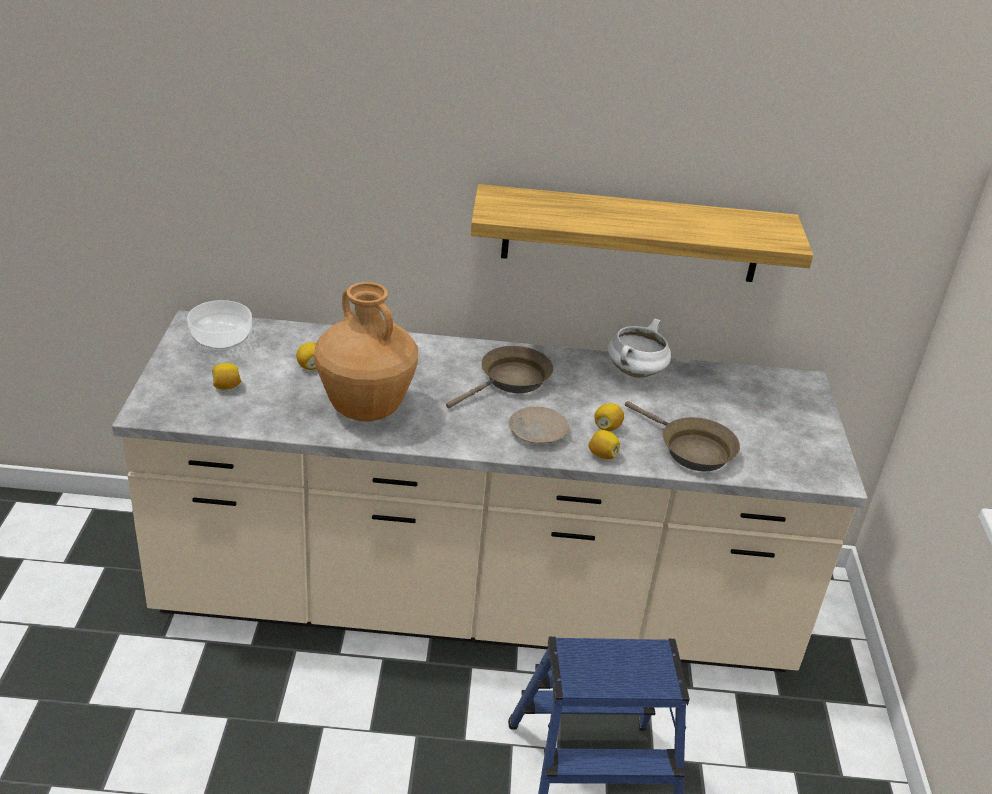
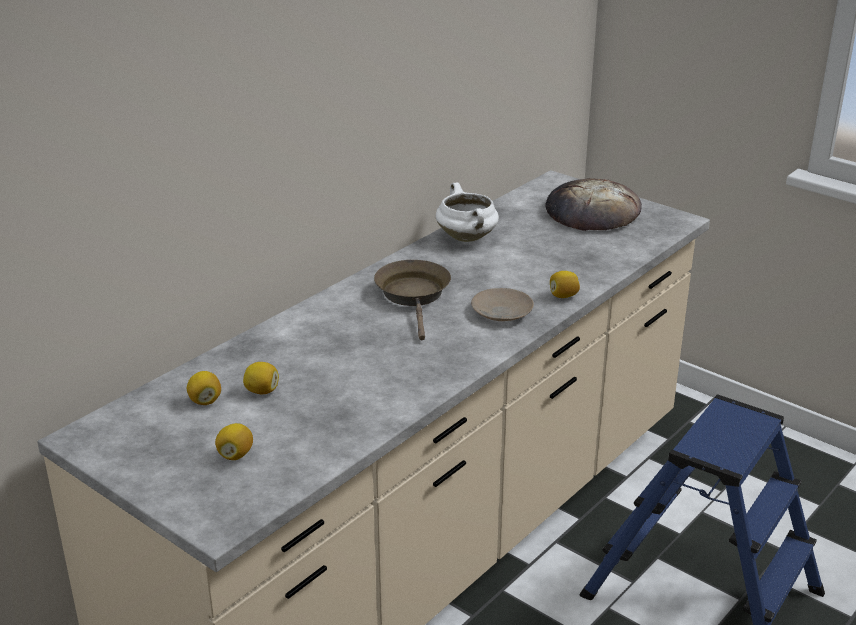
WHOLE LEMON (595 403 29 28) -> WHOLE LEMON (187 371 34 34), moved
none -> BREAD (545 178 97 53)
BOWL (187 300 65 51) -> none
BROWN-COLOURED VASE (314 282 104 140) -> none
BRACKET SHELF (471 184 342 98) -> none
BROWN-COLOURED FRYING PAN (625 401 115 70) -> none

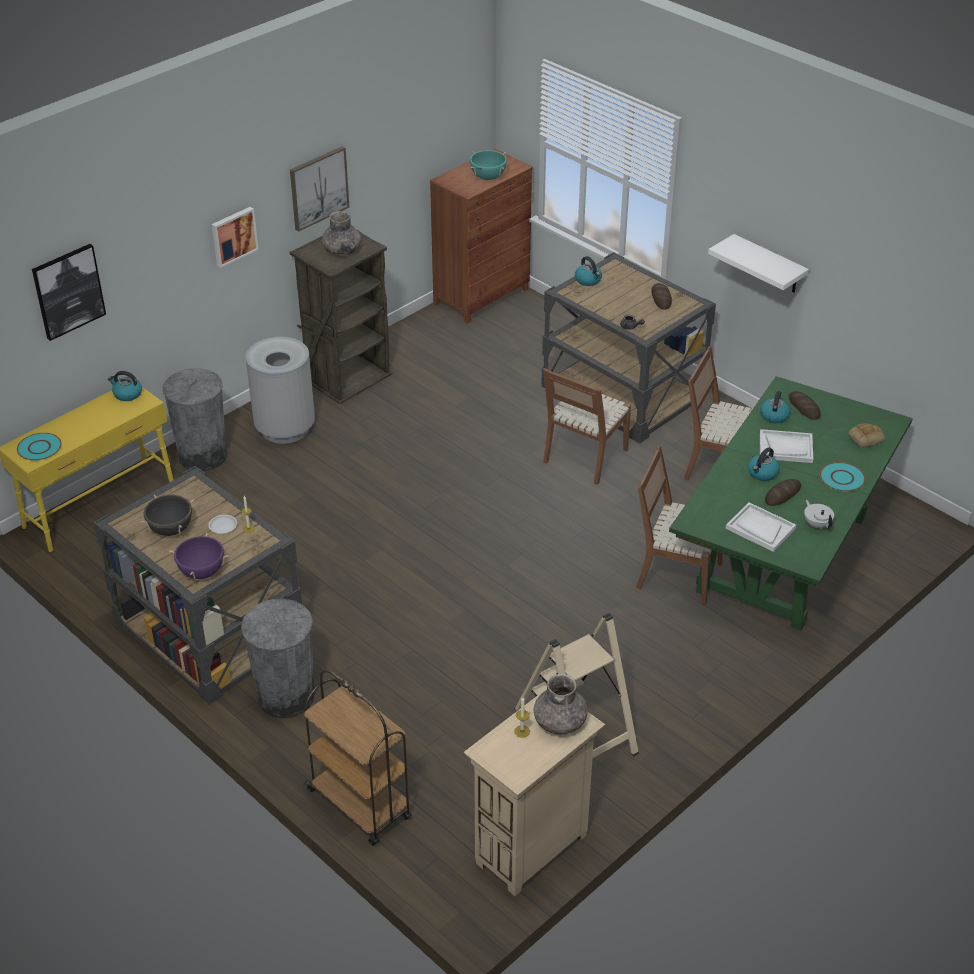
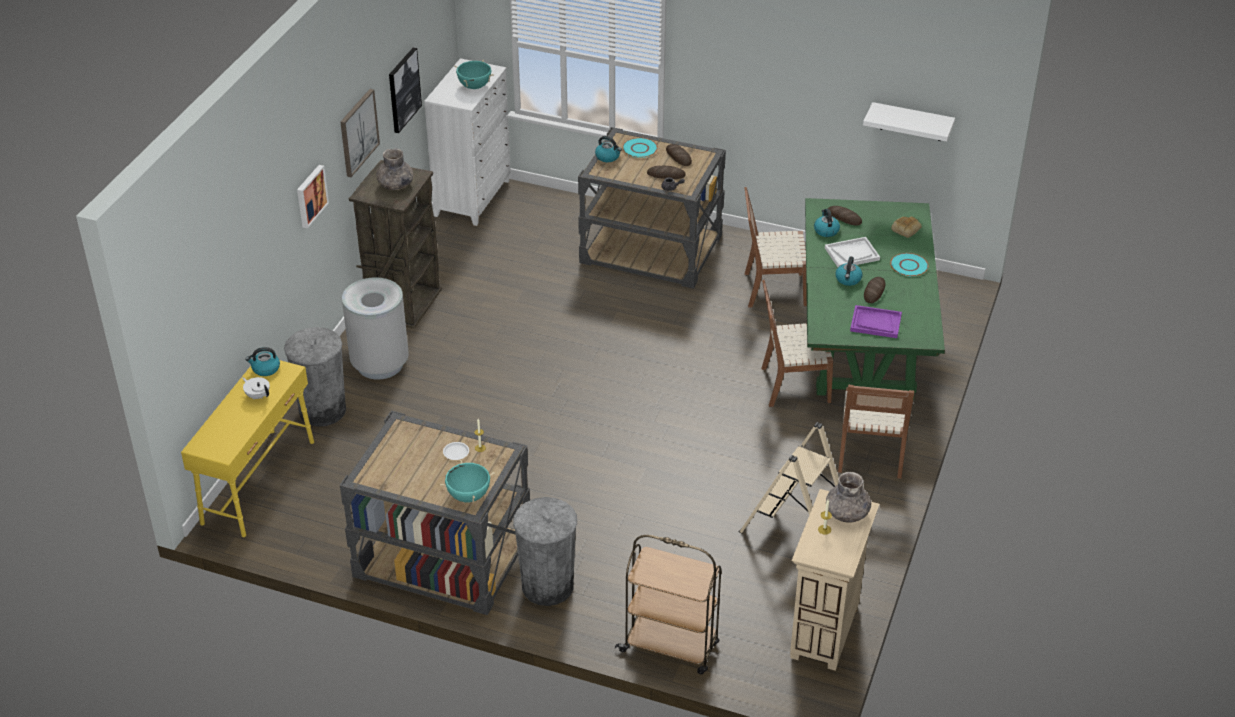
WHITE POT FOR TEA (804 500 30 29) -> WHITE POT FOR TEA (242 377 28 22), moved
PICTURE (32 244 74 97) -> PICTURE (389 48 33 85), moved
BROWN-COLOURED DRAWER CHEST (430 149 103 175) -> WHITE DRAWER CHEST (424 58 87 168)
PURPLISH STOCKPOT (169 533 60 46) -> TURQUOISE STOCKPOT (440 460 55 42)
TURQUOISE DINNER PLATE (17 433 45 28) -> TURQUOISE DINNER PLATE (622 138 36 20), moved
none -> BREAD (647 166 39 13)
PLAIN CHAIR (543 368 88 117) -> PLAIN CHAIR (838 385 76 94), moved
WHITE TRAY (726 502 70 50) -> PURPLISH TRAY (850 305 52 33)
WHITE BRACKET SHELF (708 234 101 59) -> WHITE BRACKET SHELF (863 102 92 40), moved
BLACKISH STOCKPOT (141 495 54 41) -> none

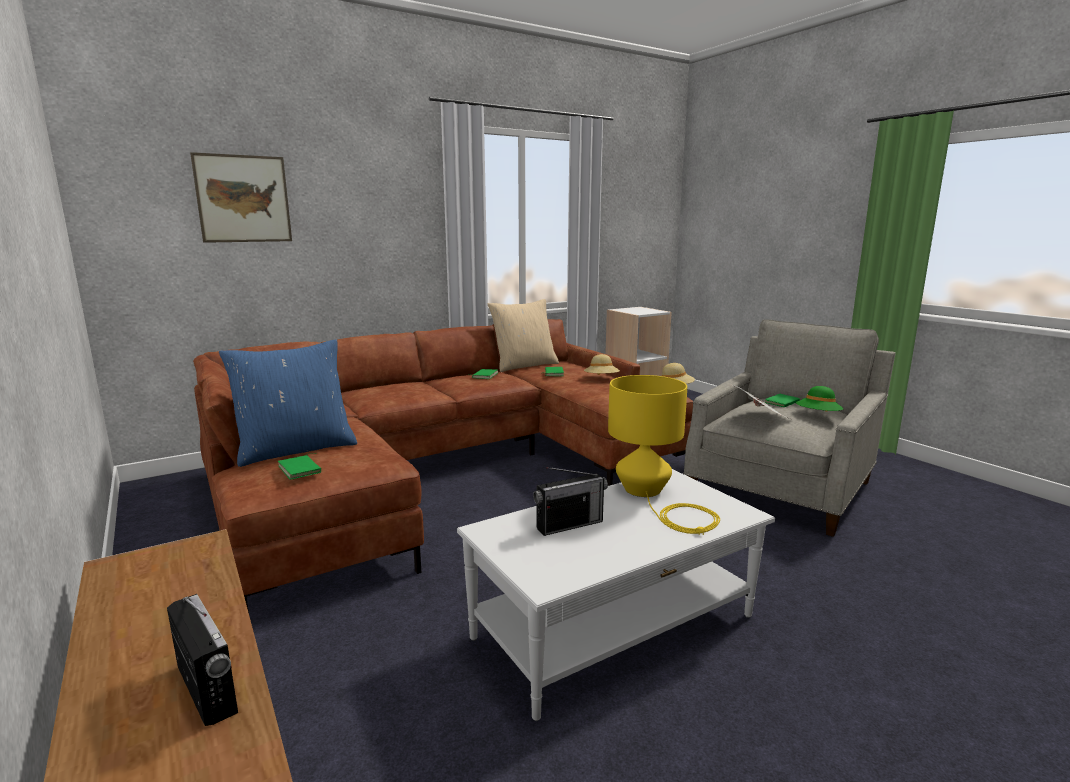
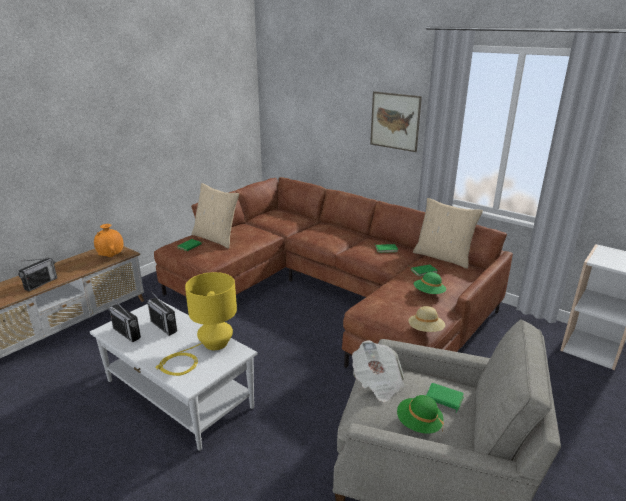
none -> ORANGEY VASE (94 224 30 33)
none -> RADIO RECEIVER (109 297 32 45)
BLUISH THROW PILLOW (219 339 138 128) -> BEIGE-COLOURED THROW PILLOW (192 183 47 66)
PICTURE (190 152 102 91) -> PICTURE (370 91 52 61), moved
BEIGE-COLOURED CLOTHING HAT (584 354 36 21) -> GREEN-COLOURED CLOTHING HAT (414 272 32 22)

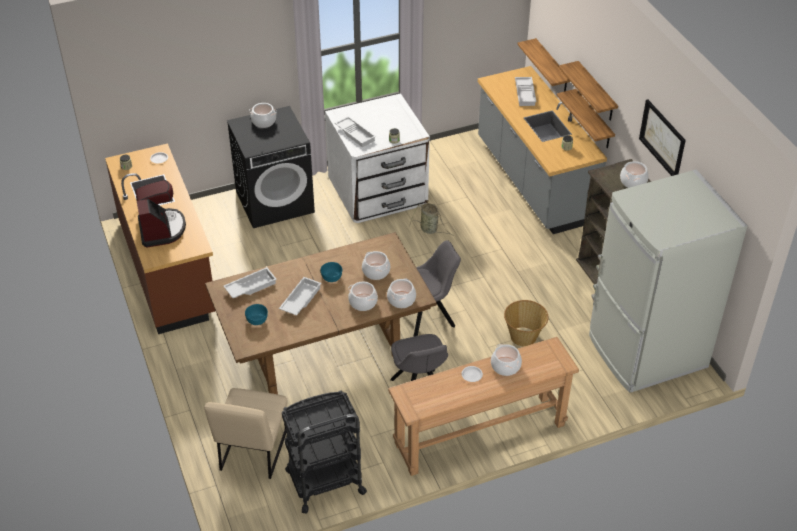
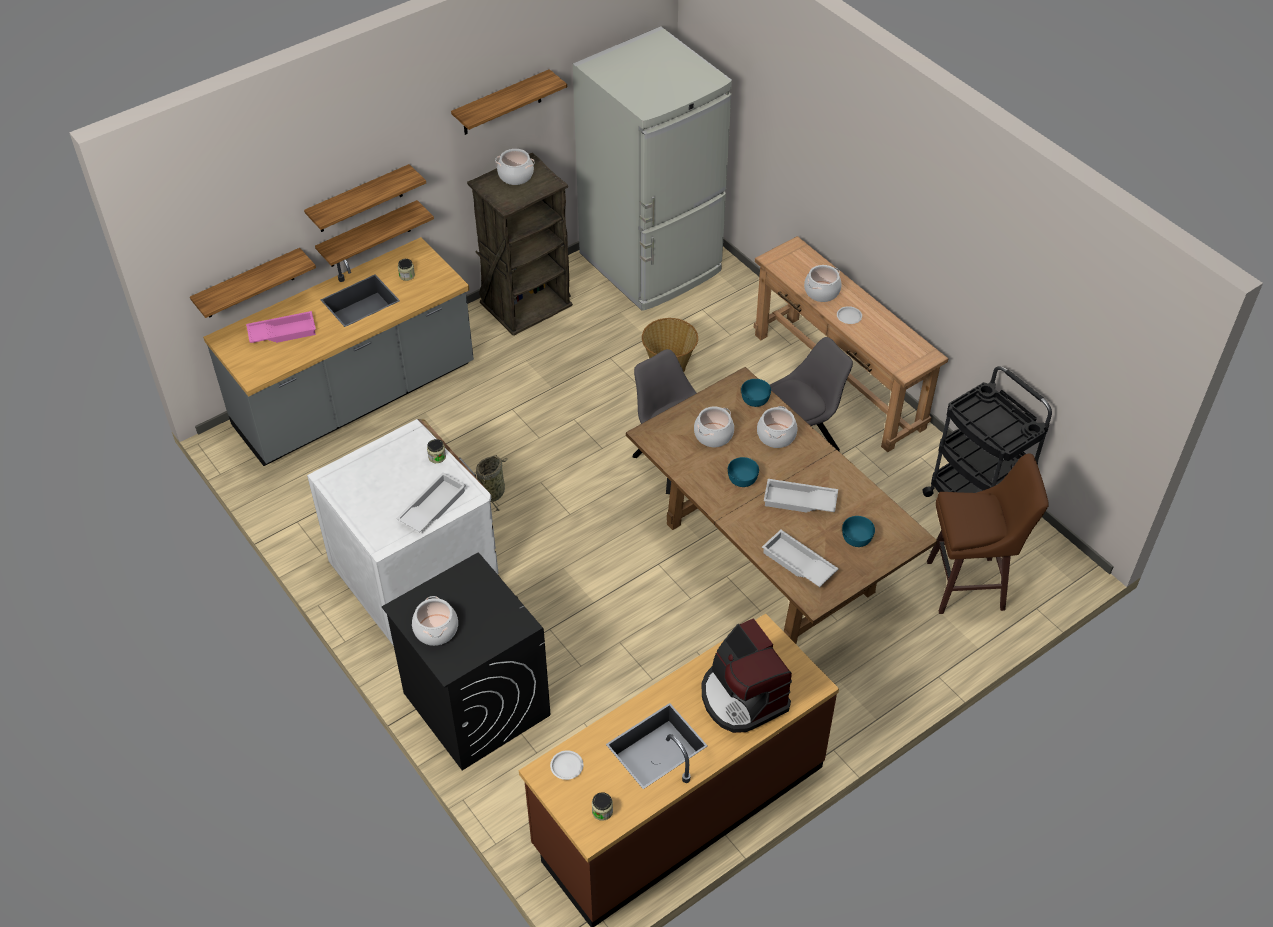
WHITE TRAY (515 77 22 29) -> PINK TRAY (246 311 70 32)
PICTURE (639 99 47 77) -> BRACKET SHELF (451 69 116 66)
COFFEE BREWER (135 180 51 68) -> COFFEE BREWER (701 618 91 115), 90 degrees counterclockwise
STOCKPOT (387 278 29 30) -> TURQUOISE BOWL (741 379 30 28)
BEIGE-COLOURED PLAIN CHAIR (204 388 84 91) -> BROWN-COLOURED STOOL (927 453 122 161)

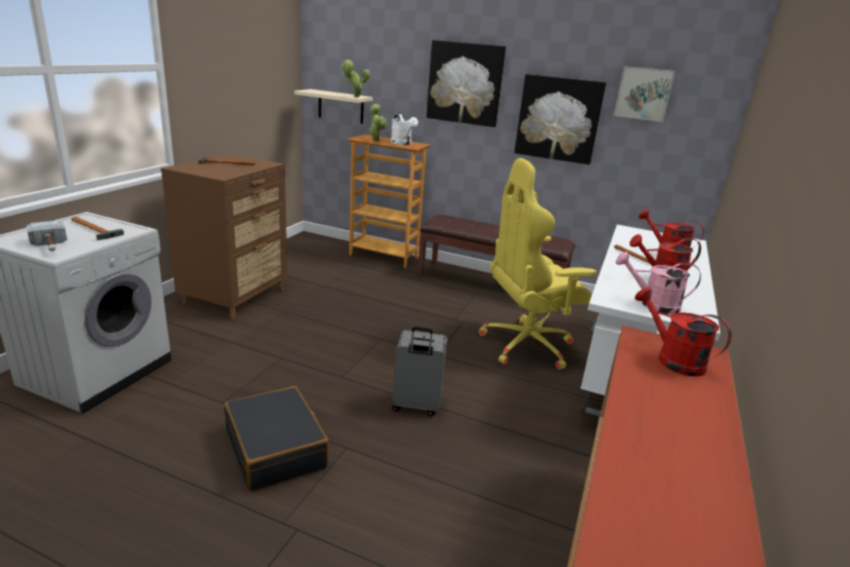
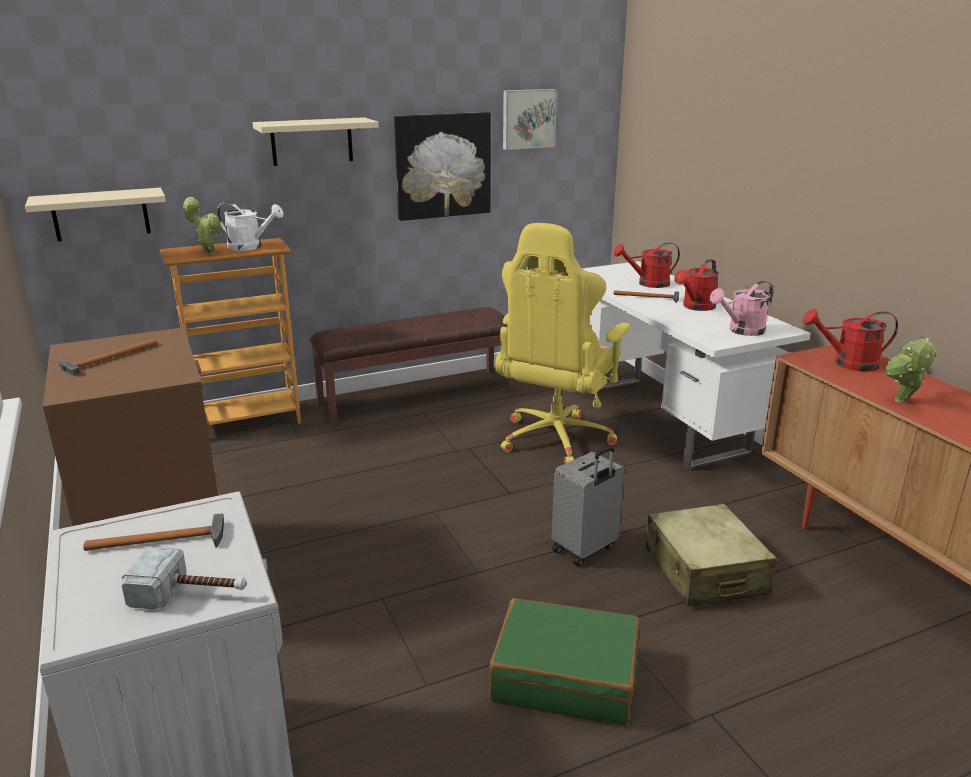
PICTURE (426 40 80 87) -> BEIGE-COLOURED BRACKET SHELF (253 117 126 49)
BLACKISH TRAVEL CASE (224 386 105 105) -> GREEN-COLOURED TRAVEL CASE (489 598 150 128)
none -> BEIGE-COLOURED TRAVEL CASE (646 504 131 102)
POTTED PLANT (342 59 28 38) -> POTTED PLANT (885 338 51 65), moved

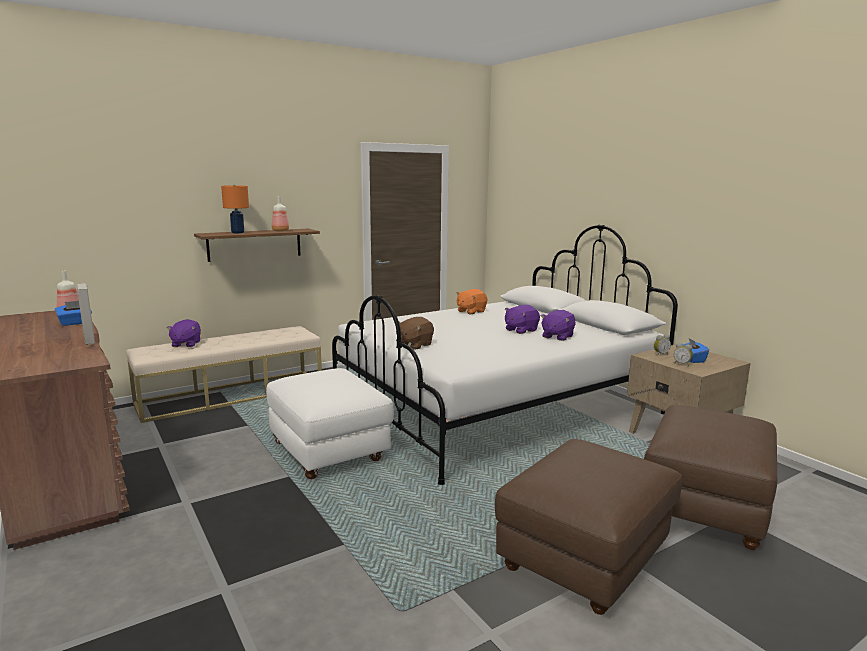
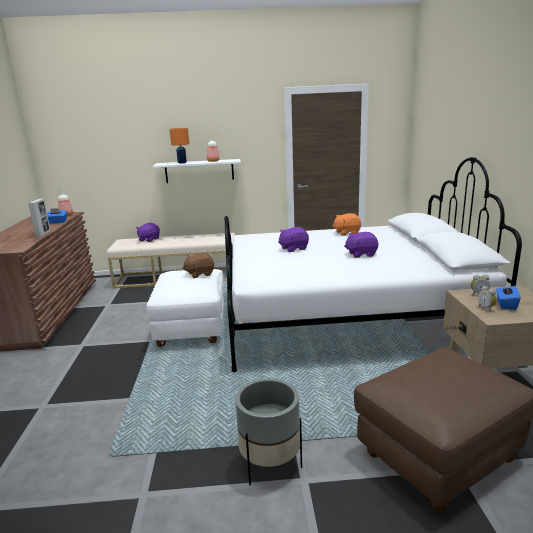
BROWN-COLOURED BRACKET SHELF (194 229 126 33) -> WHITE BRACKET SHELF (153 159 88 24)
BROWN-COLOURED CUDDLY TOY (396 317 38 33) -> BROWN-COLOURED CUDDLY TOY (182 253 32 25), moved
BROWN-COLOURED POUFFE (495 439 187 176) -> GRAY PLANTER (235 378 67 107)
PURPLISH CUDDLY TOY (541 310 34 31) -> PURPLISH CUDDLY TOY (278 227 31 25), moved

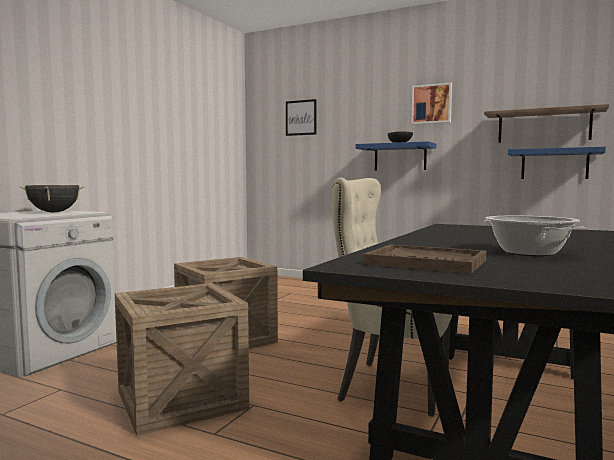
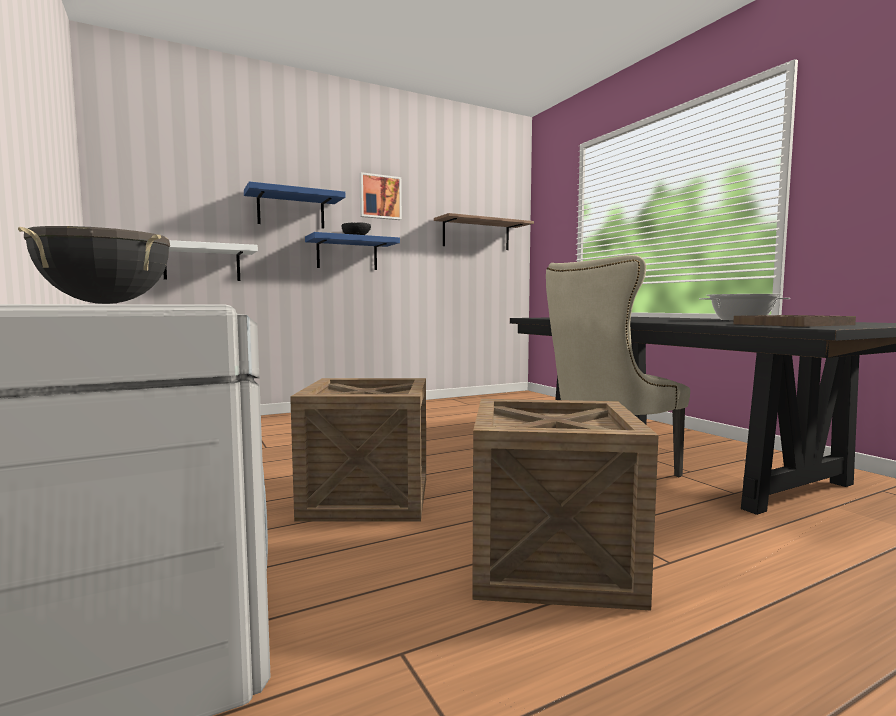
none -> WHITE BRACKET SHELF (164 240 94 41)
BLUISH BRACKET SHELF (508 147 98 32) -> BLUISH BRACKET SHELF (244 181 101 48), moved
PICTURE (286 99 31 37) -> none

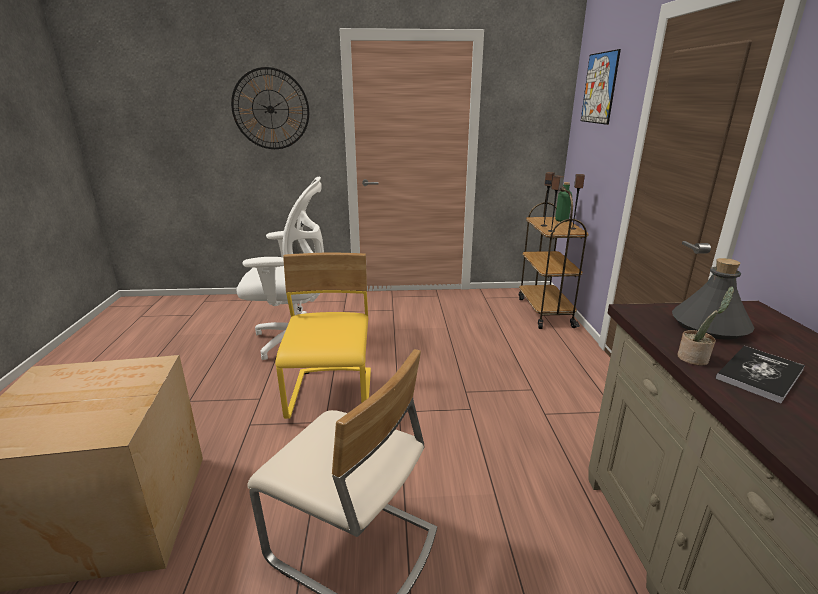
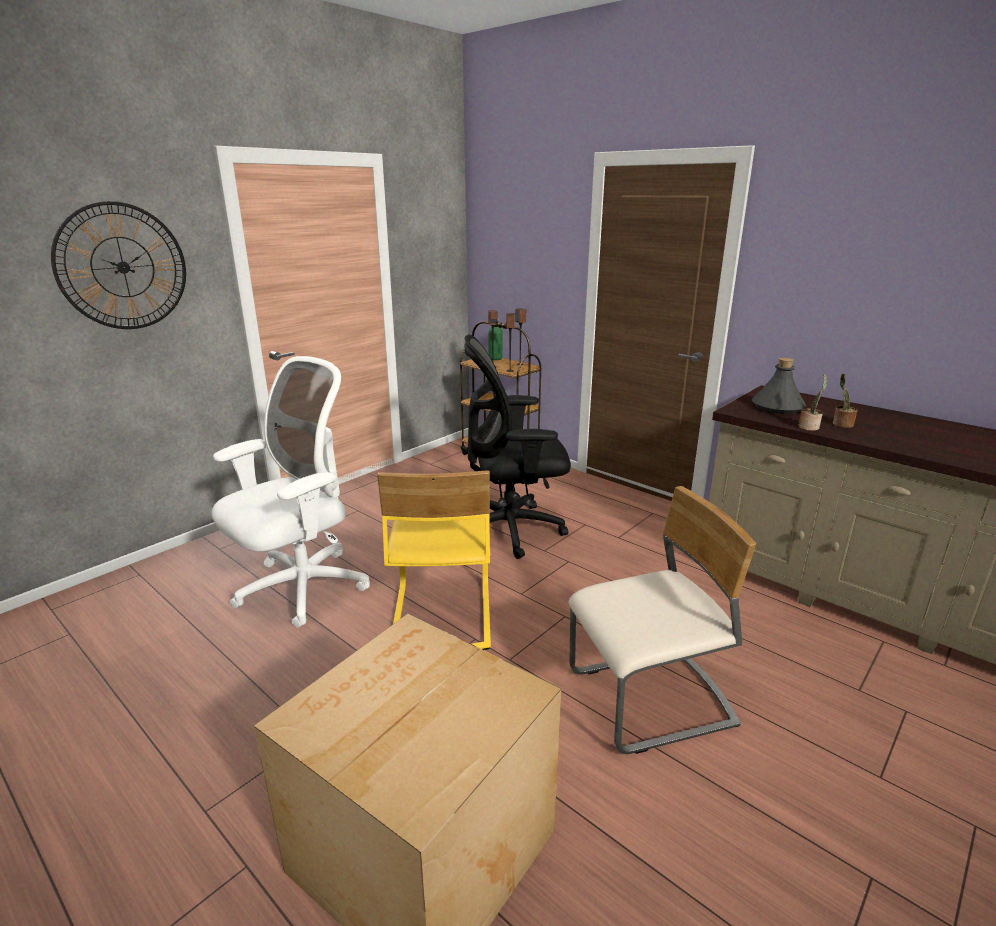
YELLOWISH PLAIN CHAIR (275 253 96 166) -> YELLOWISH PLAIN CHAIR (377 470 114 180), 135 degrees counterclockwise
none -> BLACKISH COMPUTER CHAIR (464 334 107 225)
BOUND BOOK (716 346 89 57) -> POTTED PLANT (833 373 24 55)
PICTURE (581 49 40 76) -> none

